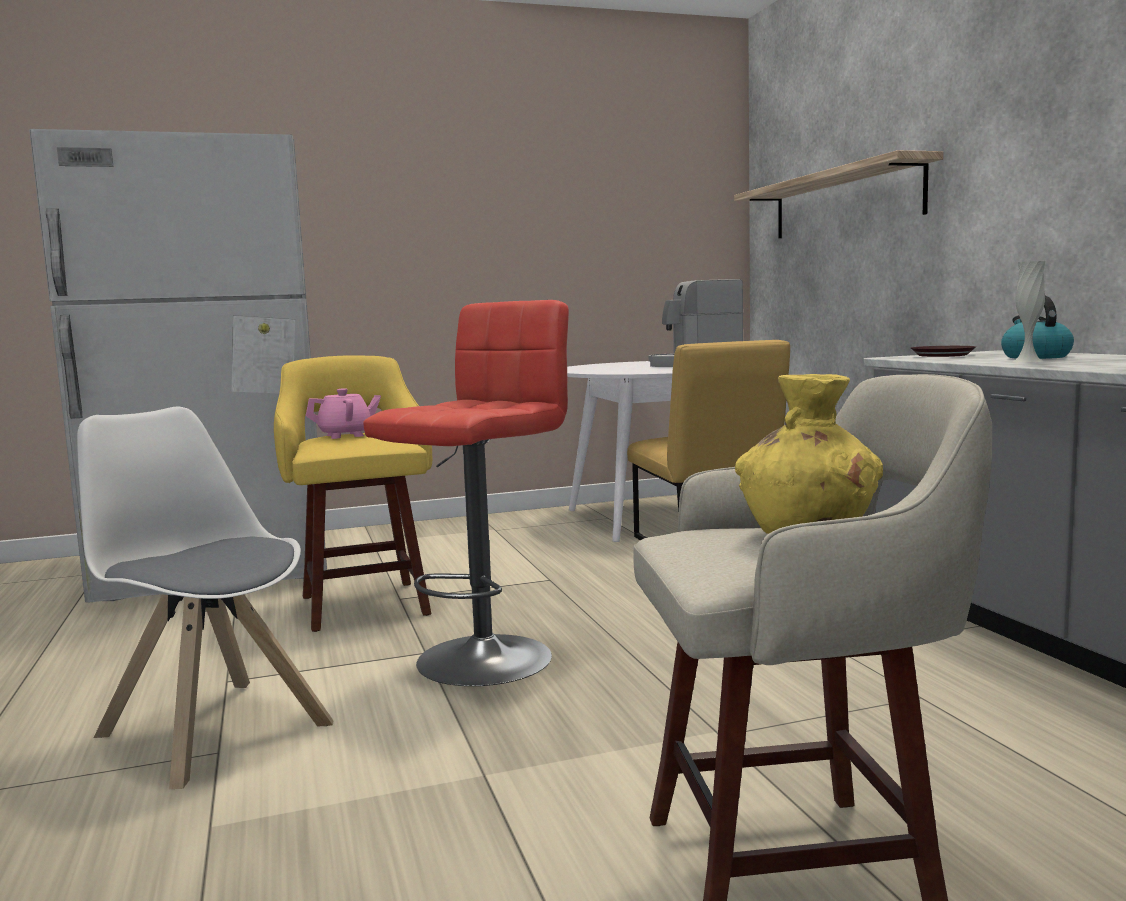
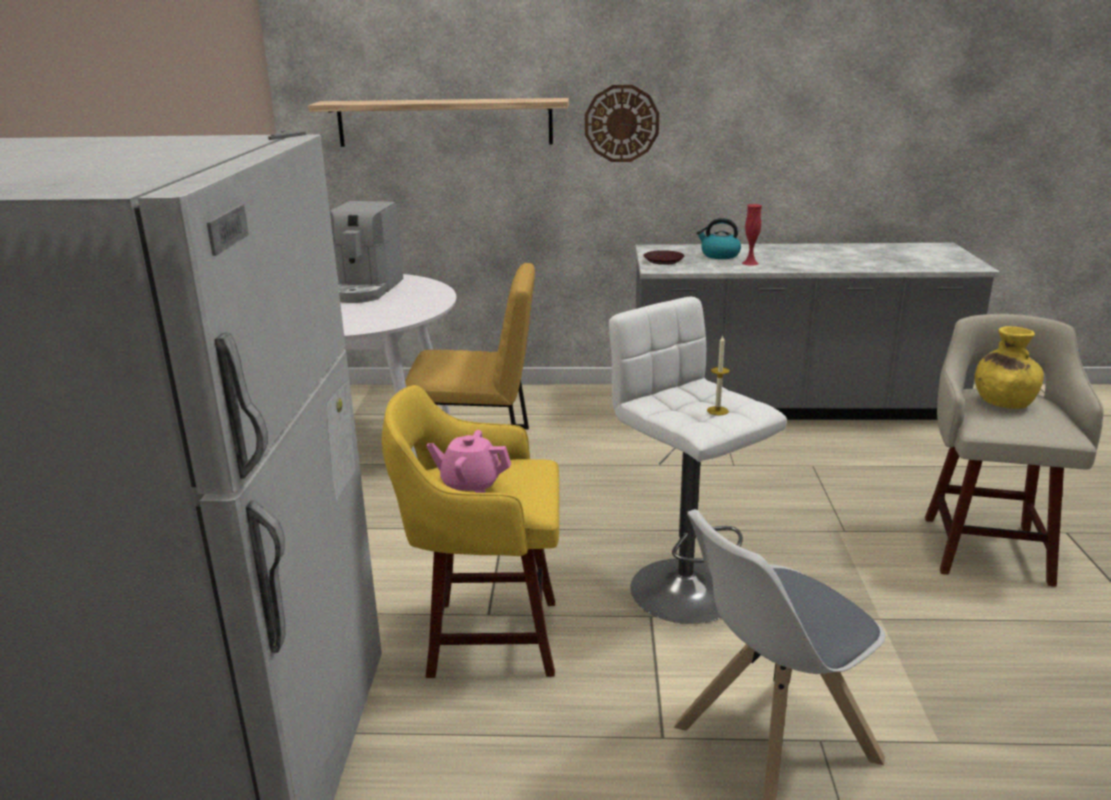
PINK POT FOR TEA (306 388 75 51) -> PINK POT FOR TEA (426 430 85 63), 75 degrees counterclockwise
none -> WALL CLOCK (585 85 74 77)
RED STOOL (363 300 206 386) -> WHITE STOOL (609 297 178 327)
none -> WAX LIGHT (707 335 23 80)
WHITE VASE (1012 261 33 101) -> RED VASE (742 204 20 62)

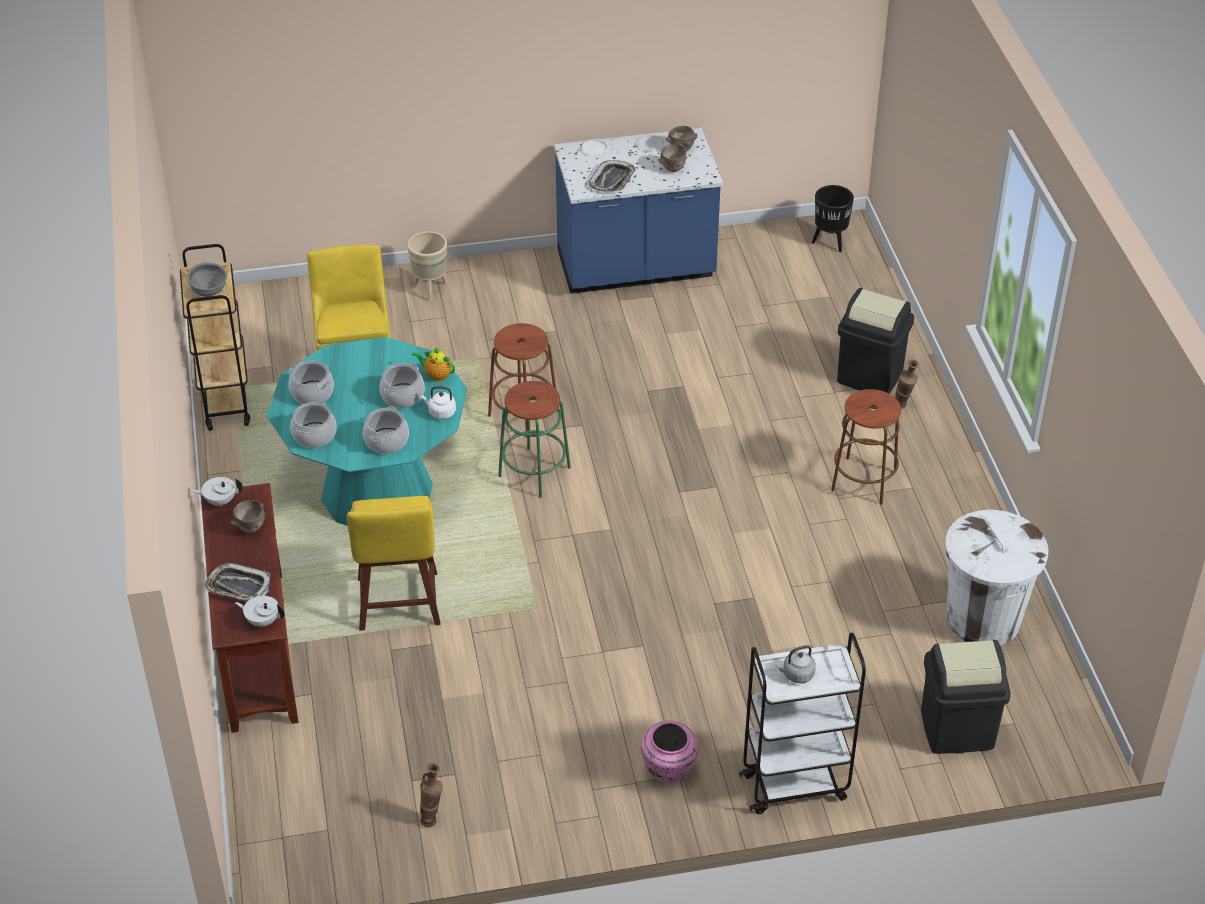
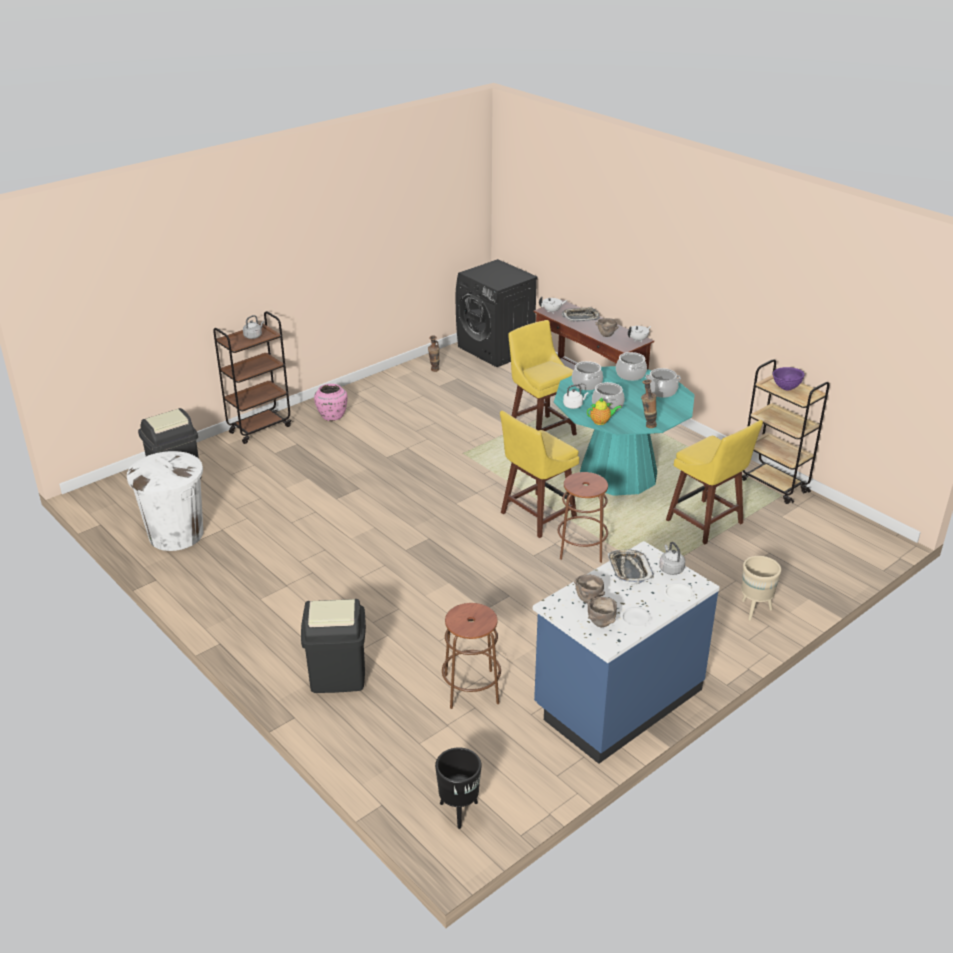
WHITE CART (739 633 127 181) -> BROWN-COLOURED CART (213 311 80 133)
BROWN-COLOURED STOOL (831 389 70 116) -> BROWN-COLOURED STOOL (442 603 59 106), moved
none -> BLACKISH WASHING MACHINE (456 259 82 108)
GREEN-COLOURED STOOL (498 381 73 117) -> YELLOWISH PLAIN CHAIR (500 411 79 127)
VASE (896 359 23 50) -> VASE (641 380 16 48), moved
none -> GRAY TEA KETTLE (659 542 26 33)
GRAY BOWL (187 262 40 35) -> PURPLISH BOWL (773 367 32 24)

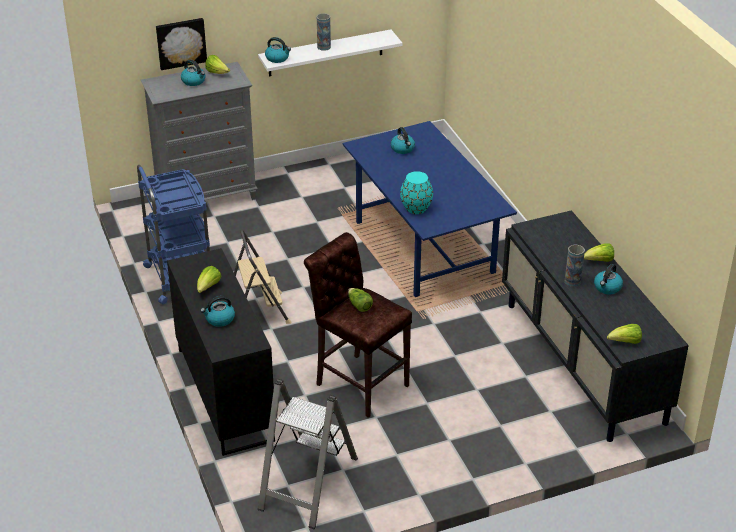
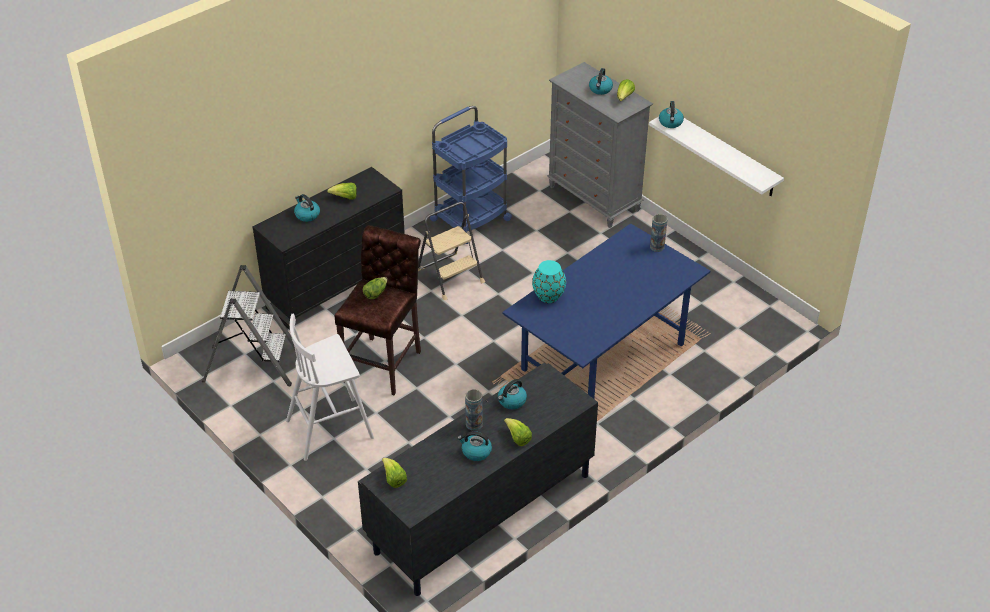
none -> WHITE STOOL (286 314 88 147)
TEA KETTLE (391 127 24 27) -> TEA KETTLE (498 379 29 30), moved
VASE (317 13 14 38) -> VASE (650 214 17 38), moved
PICTURE (156 18 51 52) -> none

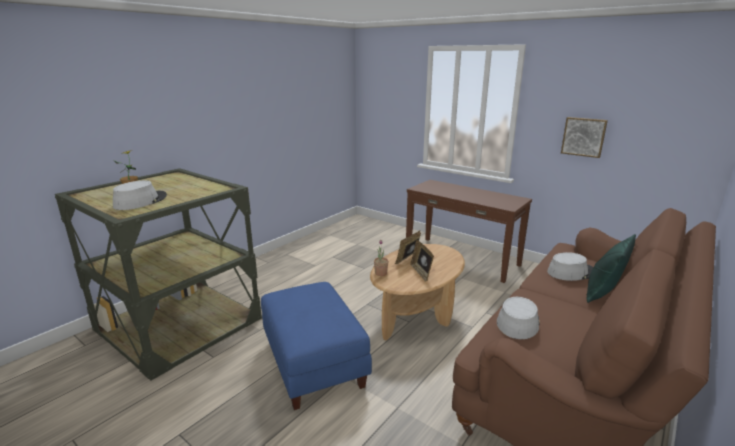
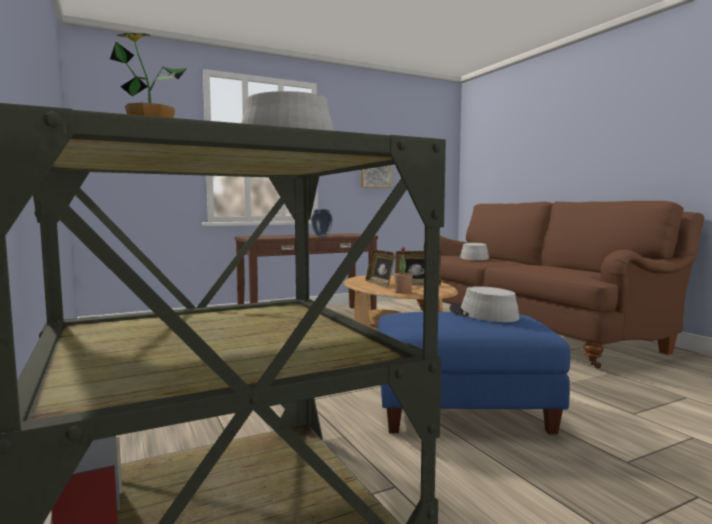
none -> VASE (311 209 22 28)
GRAY CLOTHING HAT (497 297 43 42) -> GRAY CLOTHING HAT (450 286 70 36), moved
GREEN-COLOURED THROW PILLOW (586 234 50 69) -> none

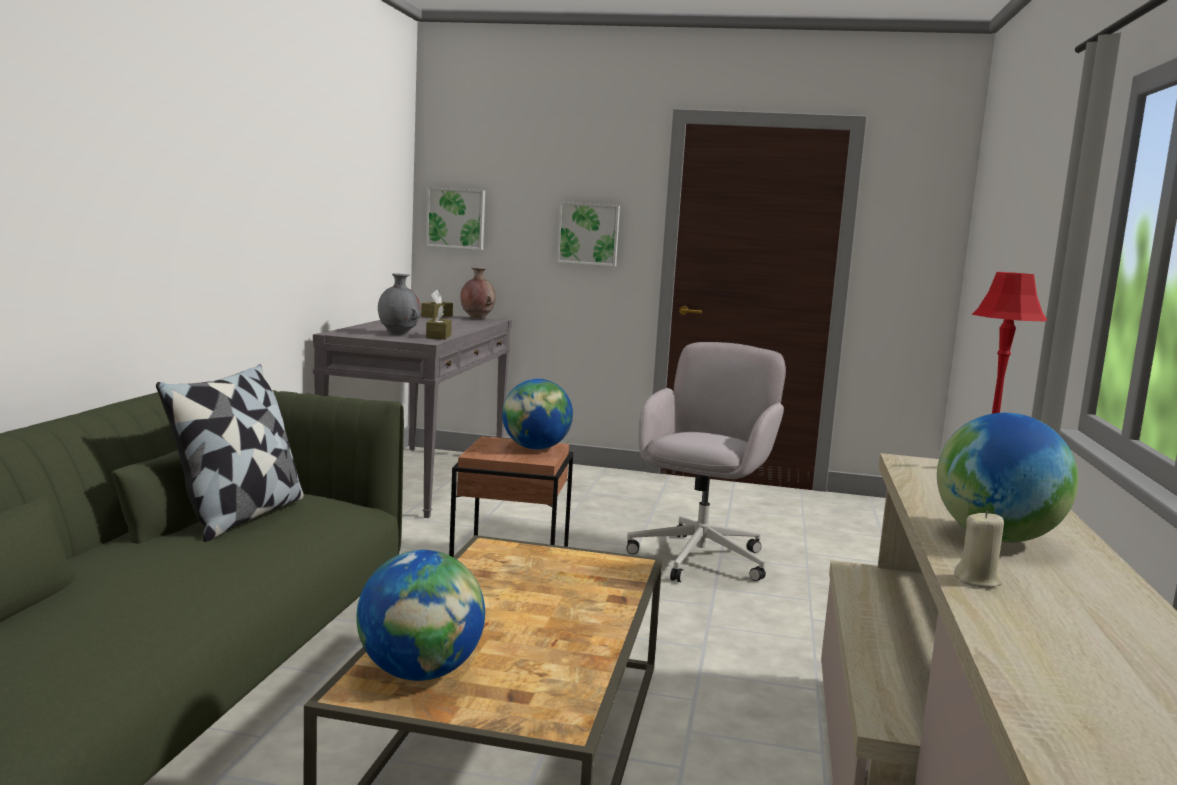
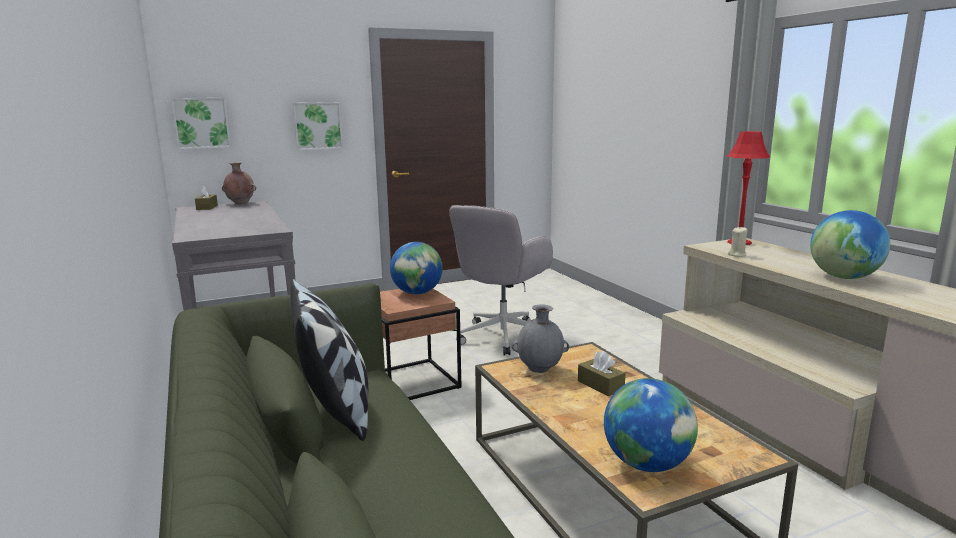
GRAY COMPUTER CHAIR (627 342 159 240) -> GRAY COMPUTER CHAIR (449 205 104 150), 135 degrees counterclockwise
GRAY VASE (378 274 43 61) -> GRAY VASE (512 304 57 69), moved
BROWN-COLOURED TISSUE BOX (426 306 26 34) -> BROWN-COLOURED TISSUE BOX (578 351 47 45), moved
BEIGE-COLOURED WAX LIGHT (954 511 50 77) -> BEIGE-COLOURED WAX LIGHT (728 226 19 31), moved

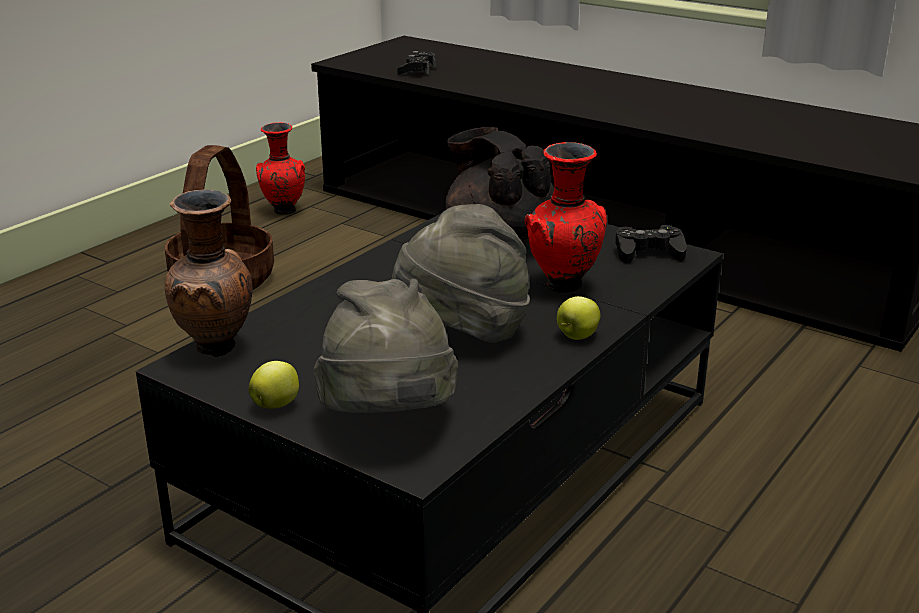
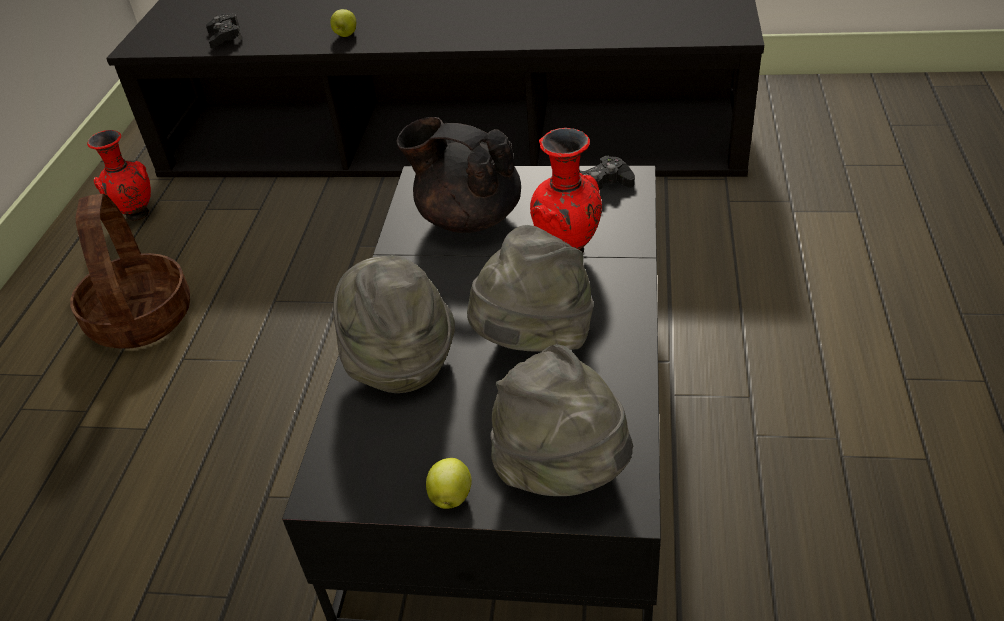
APPLE FRUIT (557 296 44 44) -> APPLE FRUIT (330 9 26 28), moved
none -> GRAY CLOTHING HAT (333 255 122 138)
BROWN-COLOURED VASE (165 190 88 167) -> none

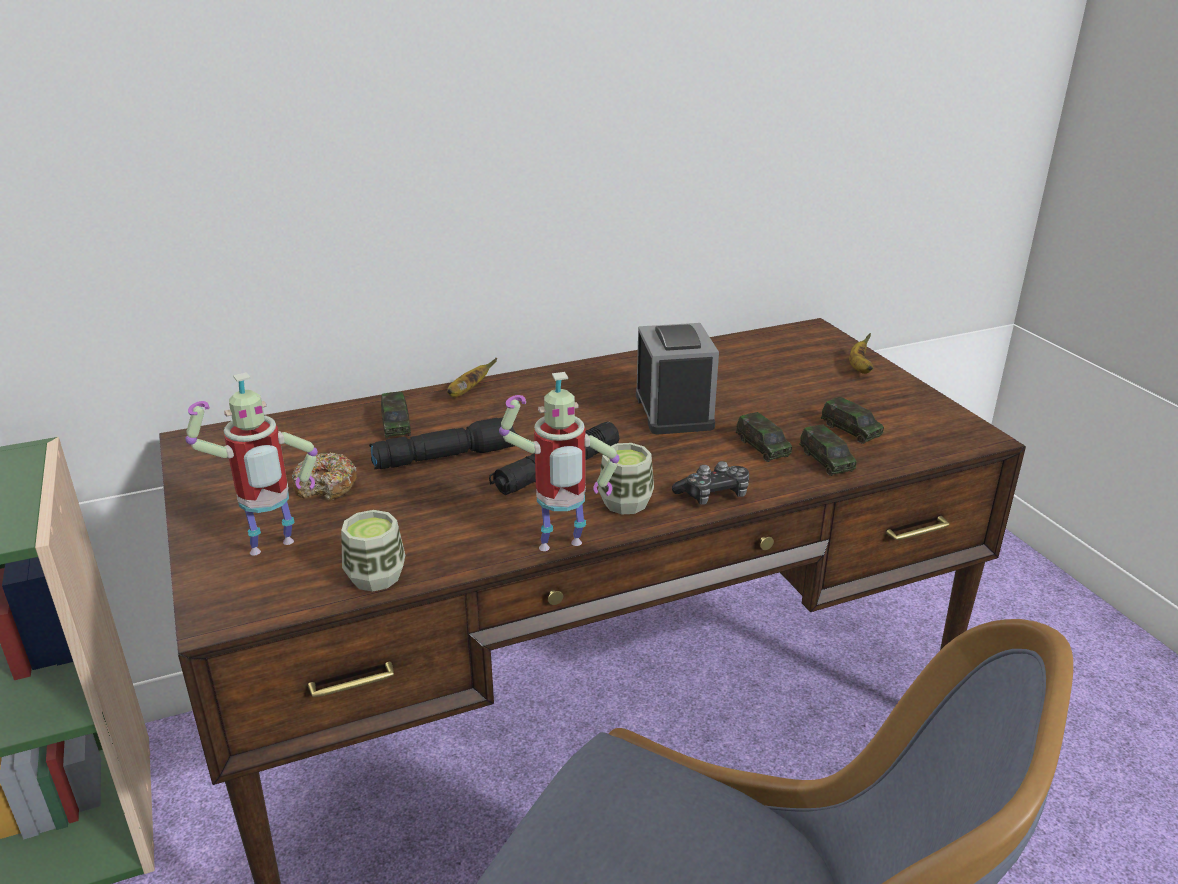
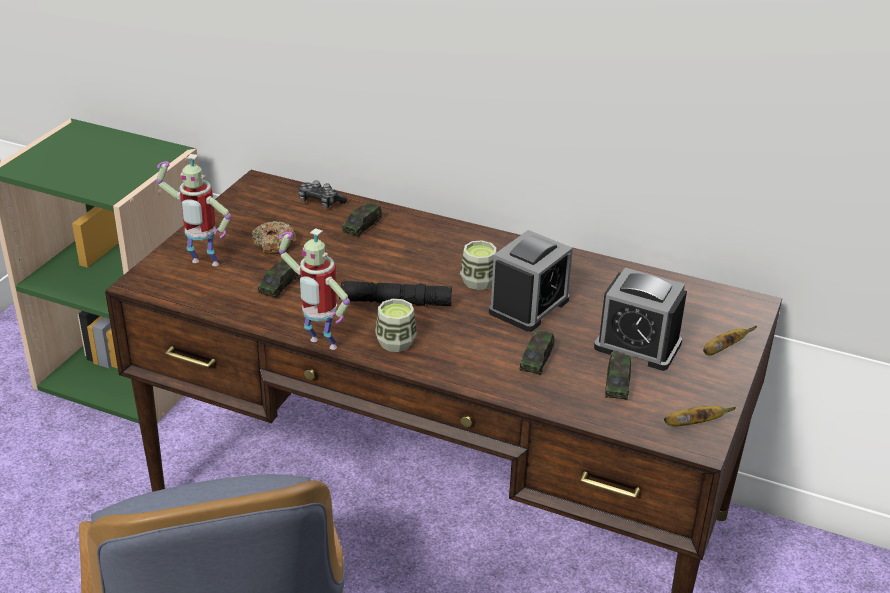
MINIATURE CAR (799 424 58 52) -> MINIATURE CAR (258 259 40 40), moved
JOYPAD (672 461 77 43) -> JOYPAD (299 180 48 28), moved
CUP (341 510 64 82) -> CUP (460 240 37 50), moved
none -> TABLE CLOCK (594 268 93 103)
BANANA FRUIT (447 358 50 39) -> BANANA FRUIT (664 406 72 21), moved
BLACKISH TORCH (369 417 148 52) -> none

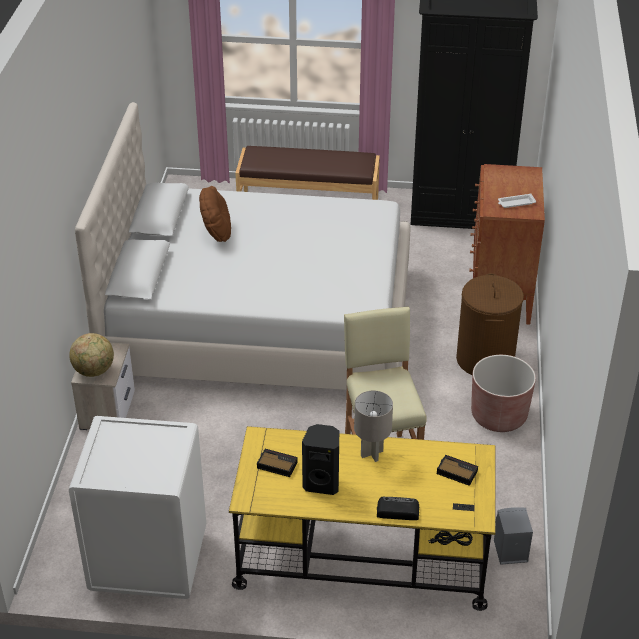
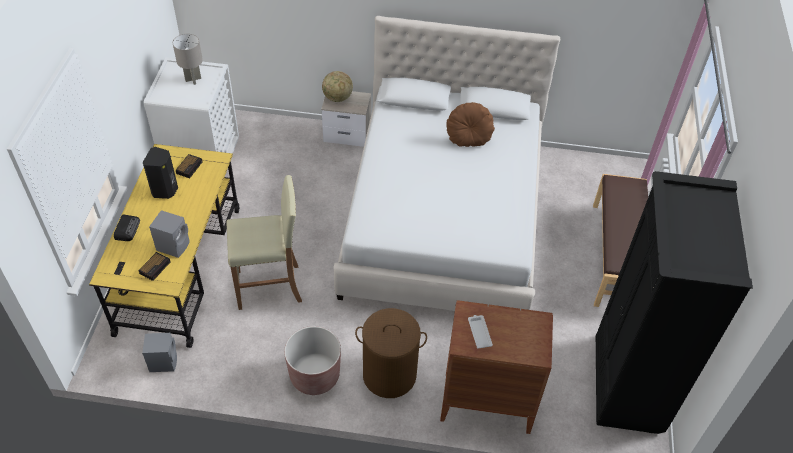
none -> GRAY LOUDSPEAKER (149 210 41 48)
GRAY TABLE LAMP (354 391 39 71) -> GRAY TABLE LAMP (173 34 30 51), moved

